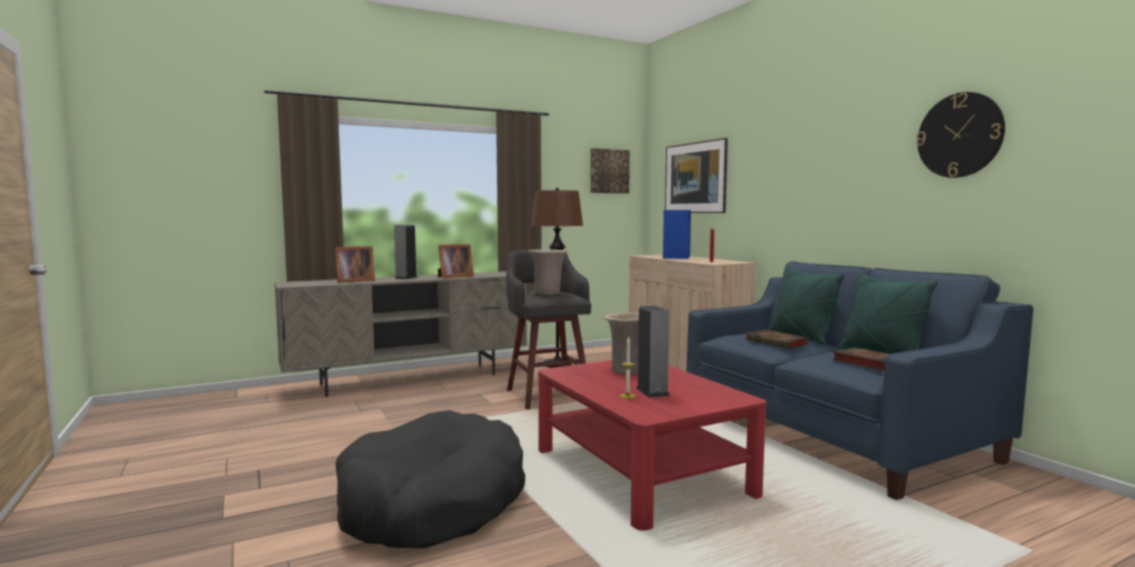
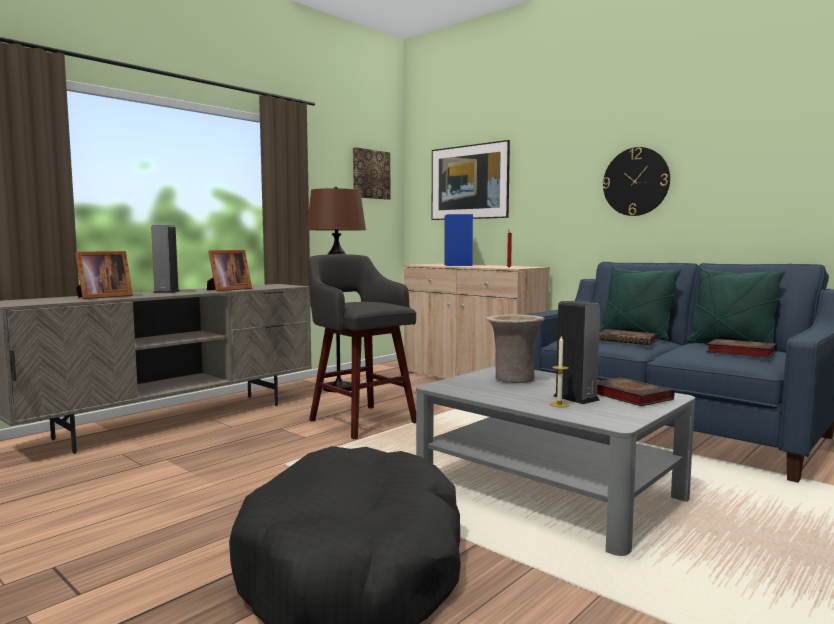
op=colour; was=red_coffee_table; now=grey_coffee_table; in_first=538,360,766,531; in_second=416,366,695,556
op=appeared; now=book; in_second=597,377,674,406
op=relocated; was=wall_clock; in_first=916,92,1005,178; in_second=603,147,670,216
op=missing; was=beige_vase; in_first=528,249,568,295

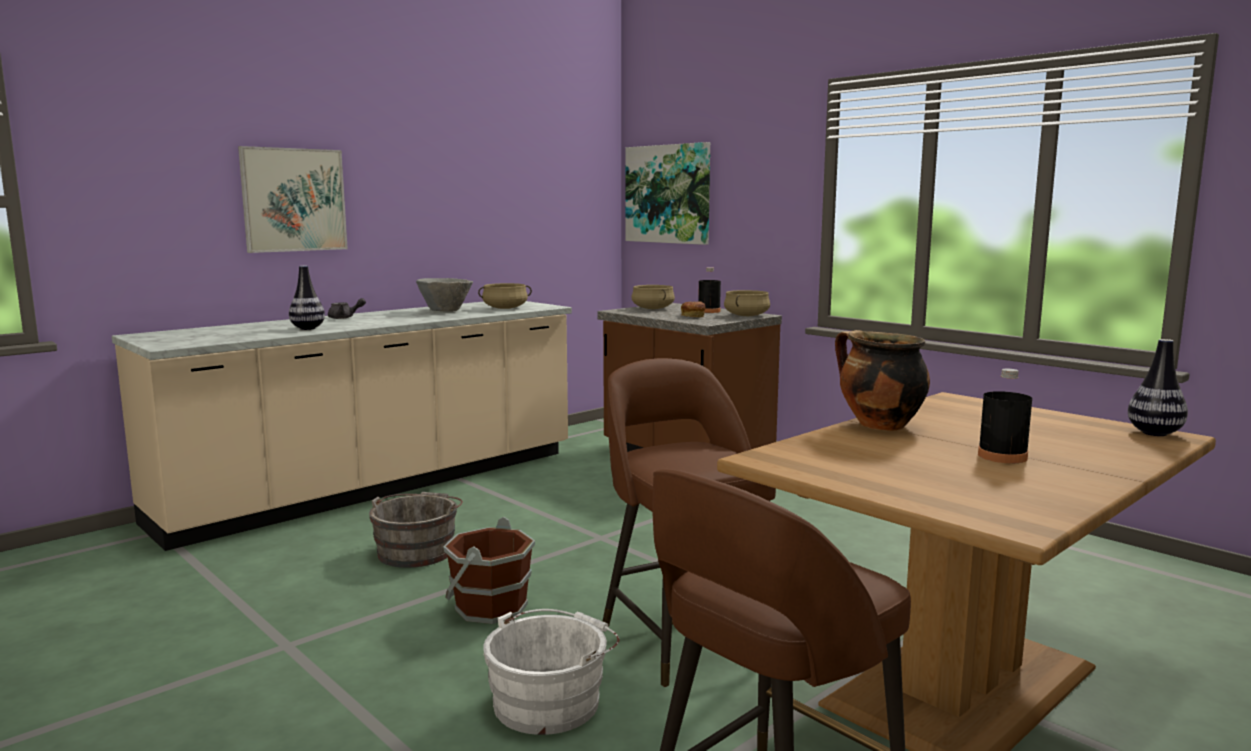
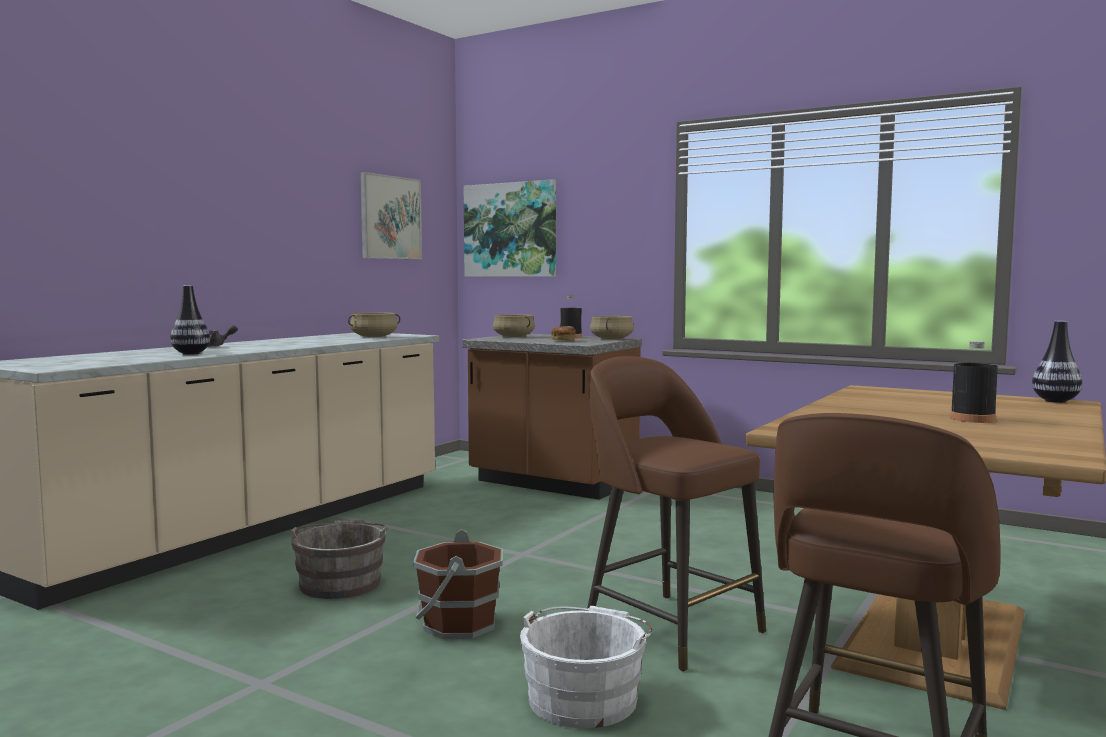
op=relocated; was=picture; in_first=238,146,348,253; in_second=360,172,422,259
op=missing; was=grey_bowl; in_first=416,278,473,312
op=missing; was=cooking_pot; in_first=835,330,930,431

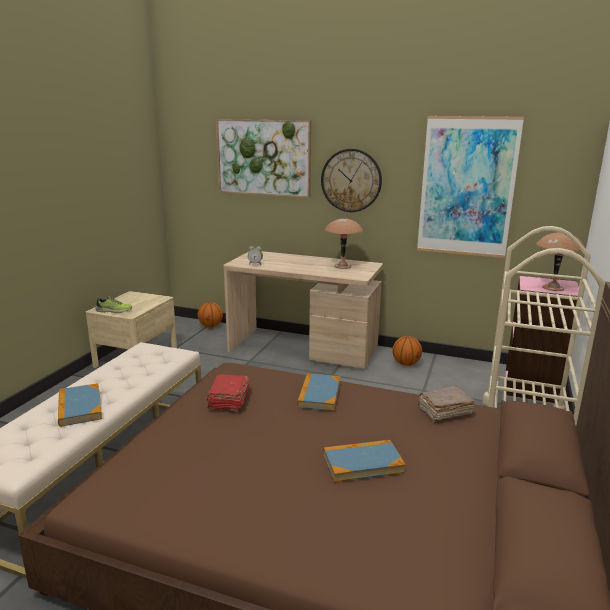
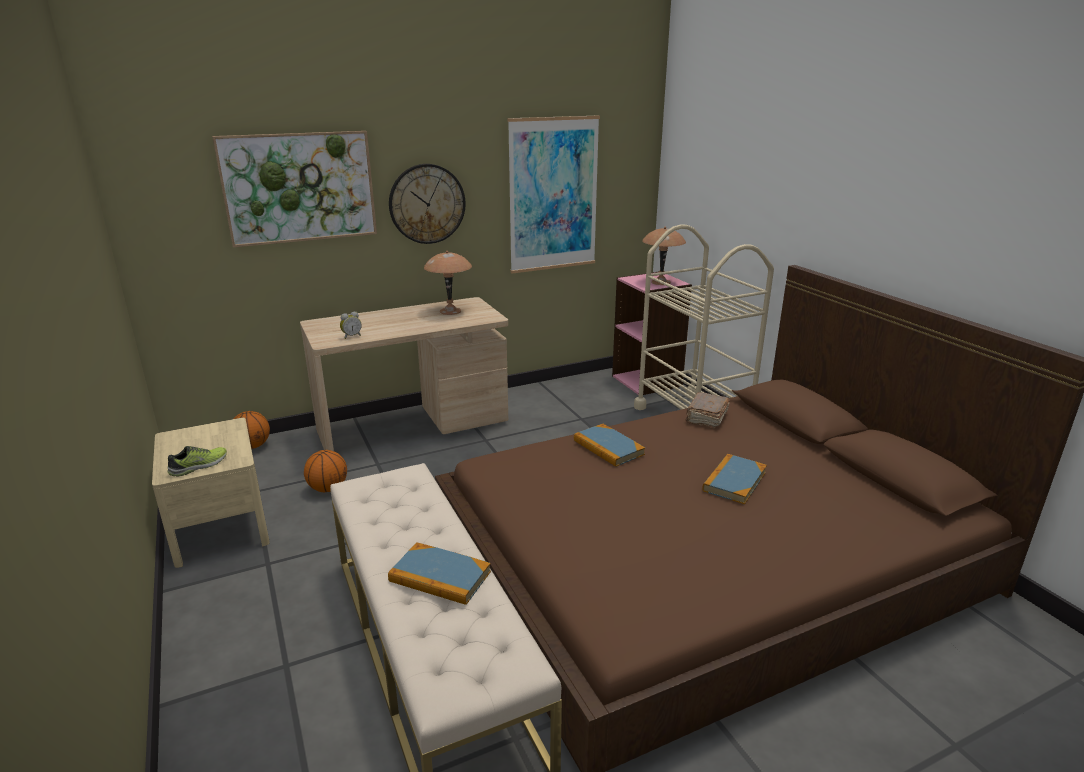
op=relocated; was=basketball; in_first=392,336,422,366; in_second=304,450,347,492
op=missing; was=red_book; in_first=207,374,250,411

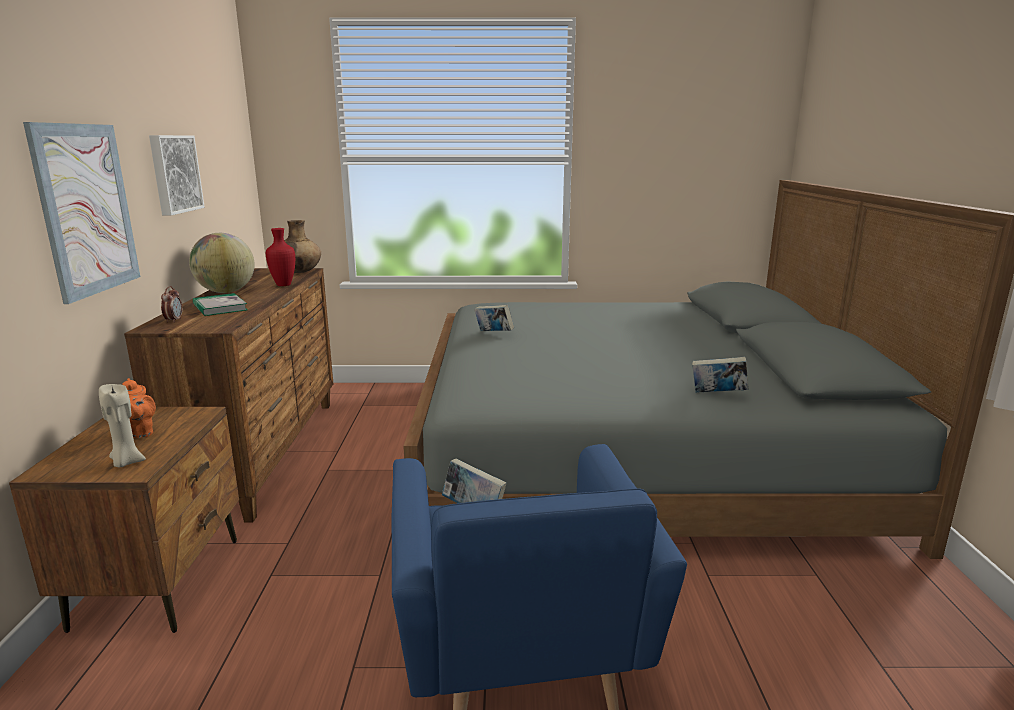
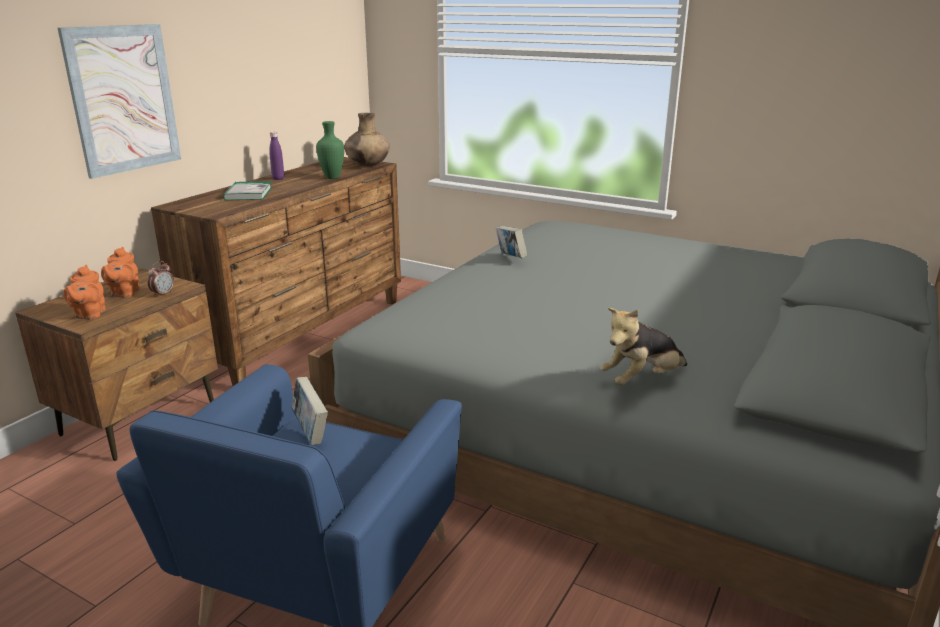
op=exchanged; was=beige_candle; now=orange_teapot; in_first=99,384,146,467; in_second=63,265,106,320
op=relocated; was=alarm_clock; in_first=161,286,182,323; in_second=148,261,174,297
op=exchanged; was=globe; now=purple_bottle; in_first=189,233,255,293; in_second=269,132,284,180
op=colour; was=red_vase; now=green_vase; in_first=266,228,295,286; in_second=316,121,344,179
op=exchanged; was=book; now=plush_toy; in_first=692,357,749,393; in_second=600,308,687,385
op=missing; was=picture; in_first=149,135,205,215

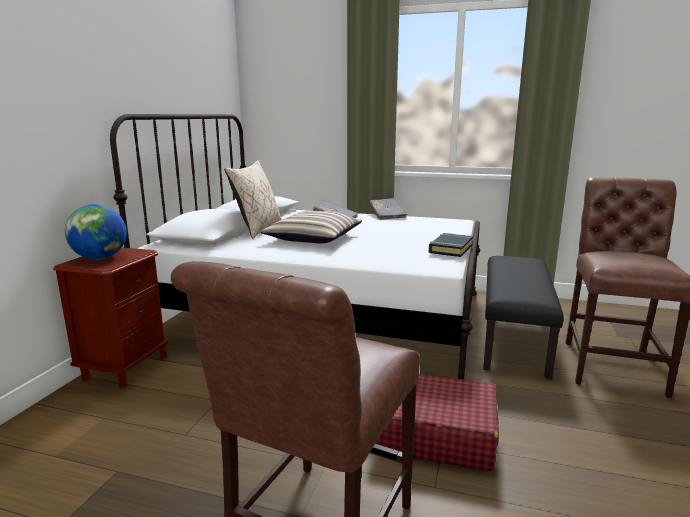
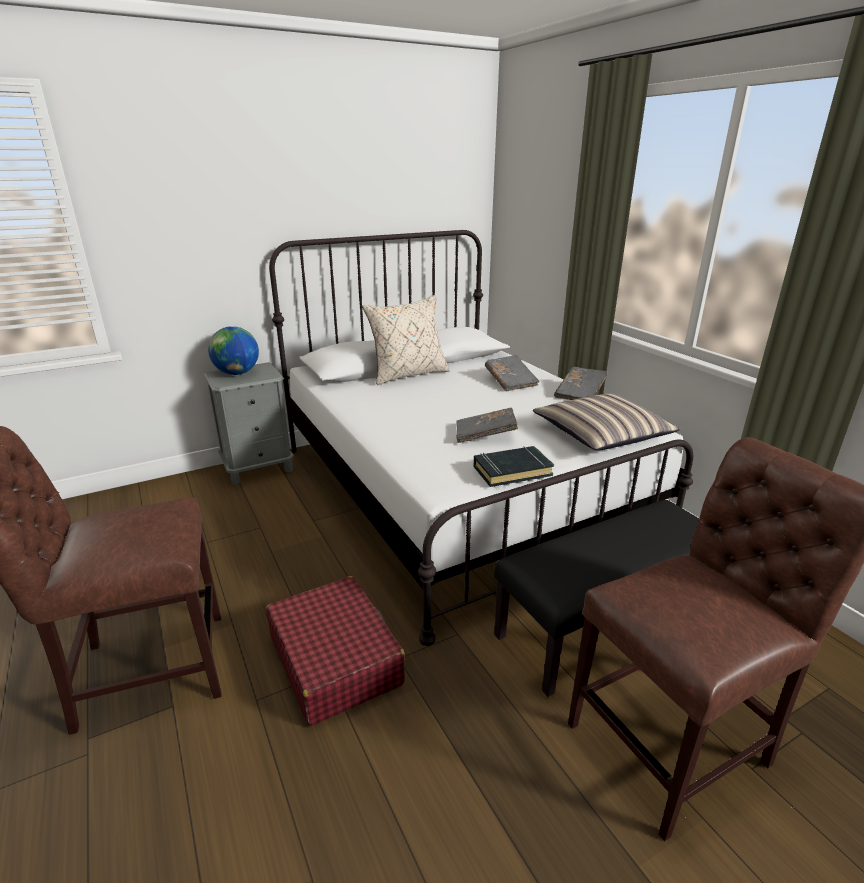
op=colour; was=brown_nightstand; now=grey_nightstand; in_first=53,247,168,388; in_second=204,362,294,485
op=appeared; now=grey_book; in_second=456,408,518,443
op=relocated; was=pillow; in_first=260,211,362,243; in_second=533,393,680,450

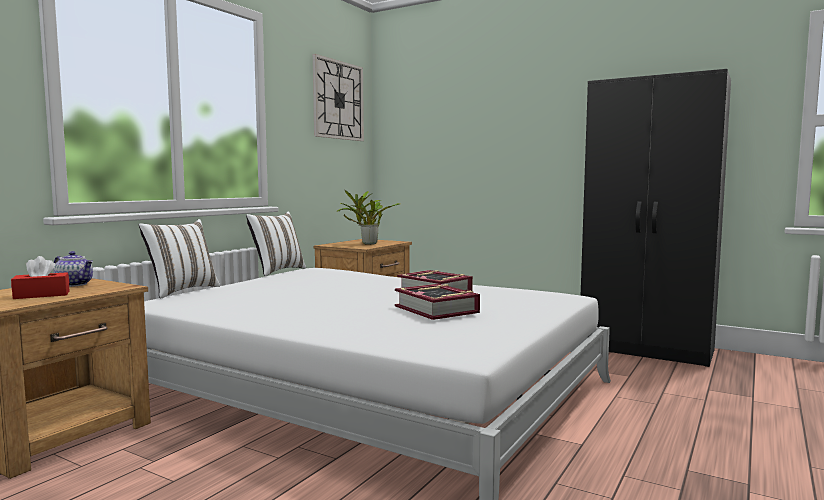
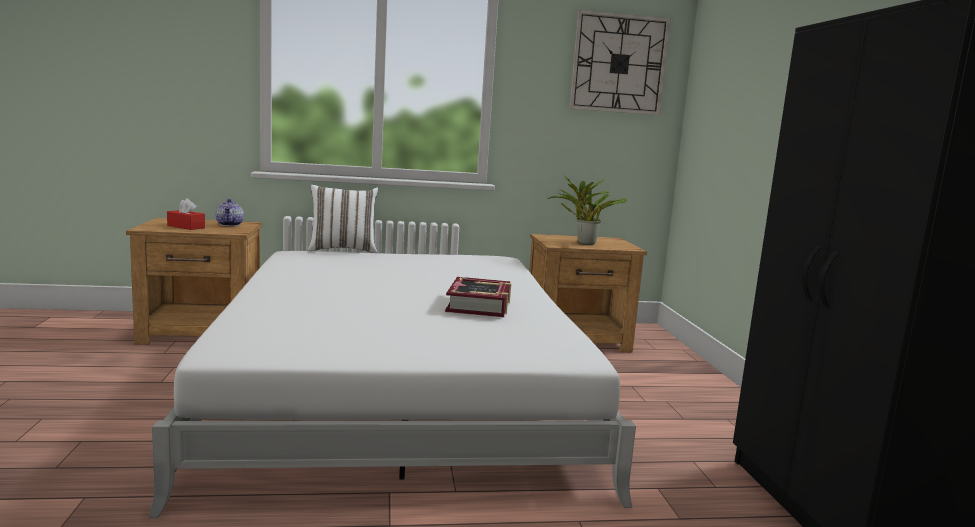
op=missing; was=white_pillow; in_first=246,212,306,276
op=missing; was=book; in_first=395,284,480,320

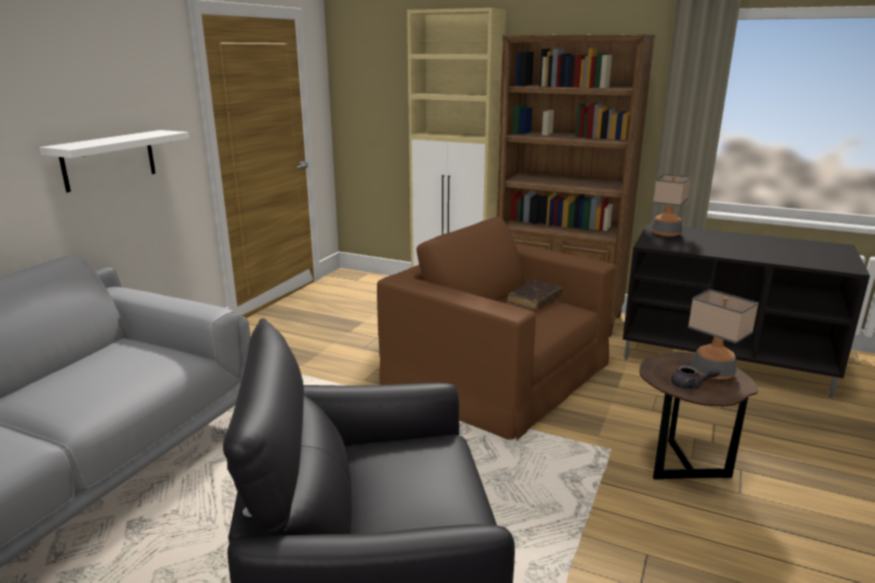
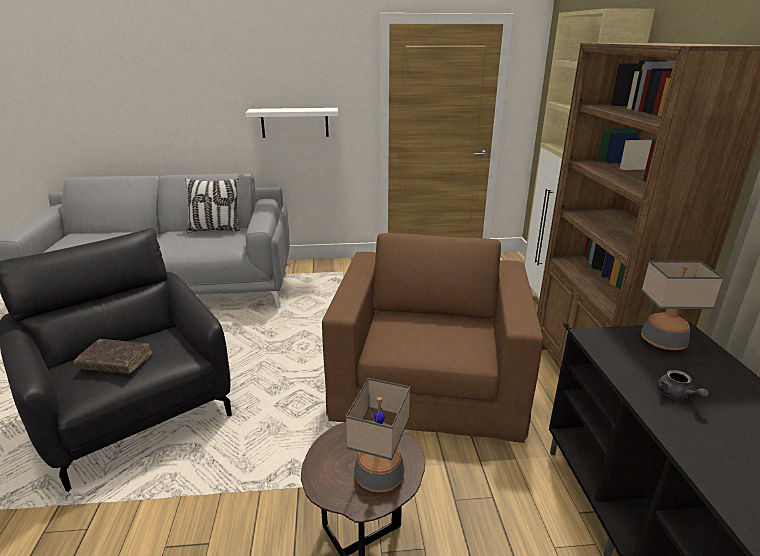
op=relocated; was=brown_book; in_first=508,280,563,310; in_second=74,339,152,374
op=appeared; now=pillow; in_second=185,178,240,233
op=relocated; was=grey_teapot; in_first=671,365,720,390; in_second=657,370,709,401

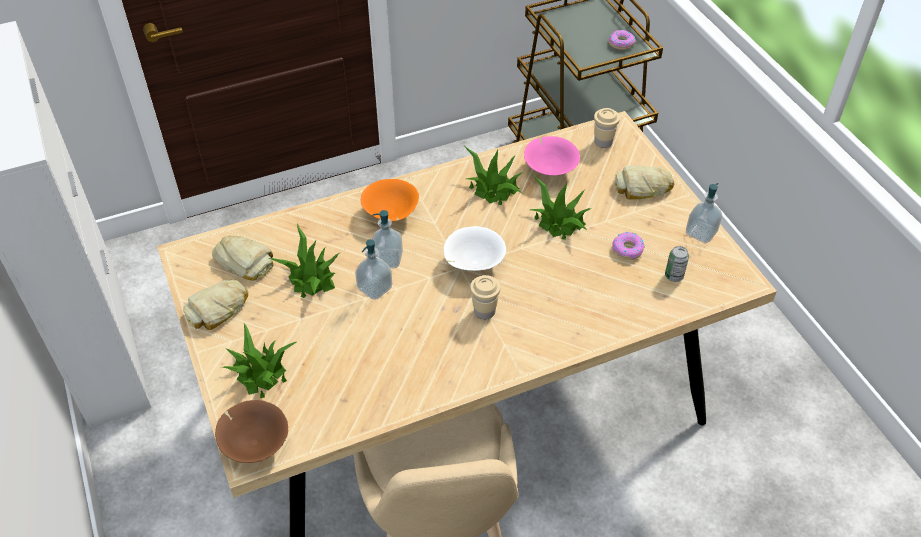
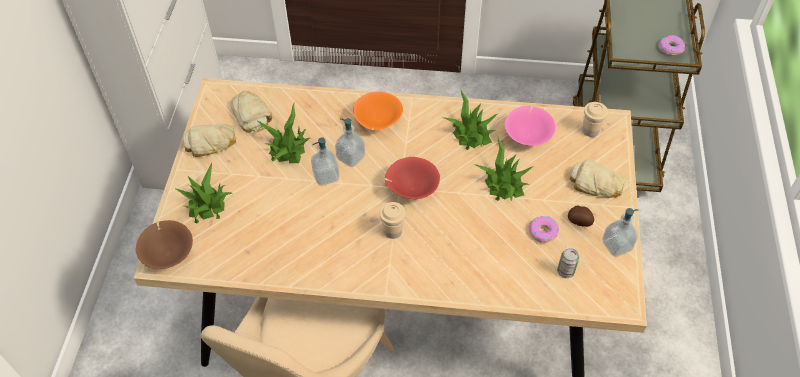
op=colour; was=white_bowl; now=red_bowl; in_first=444,226,506,271; in_second=385,157,440,199
op=appeared; now=potato; in_second=568,205,594,227

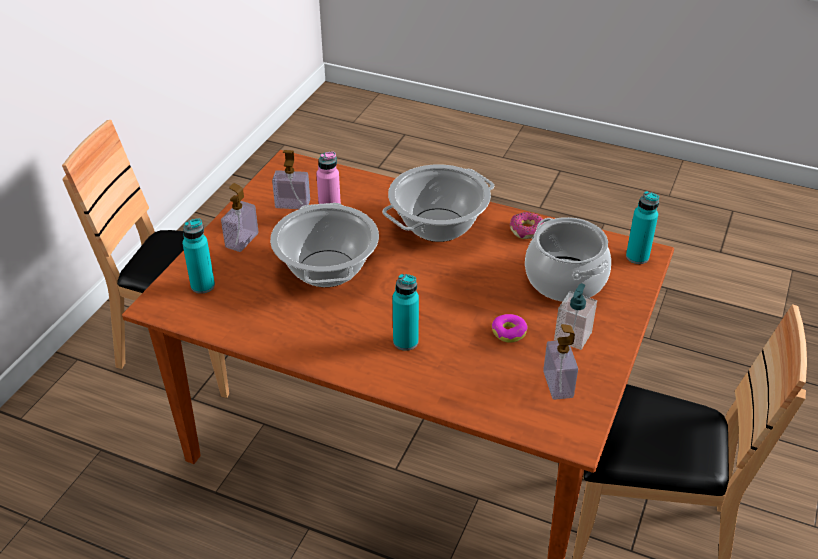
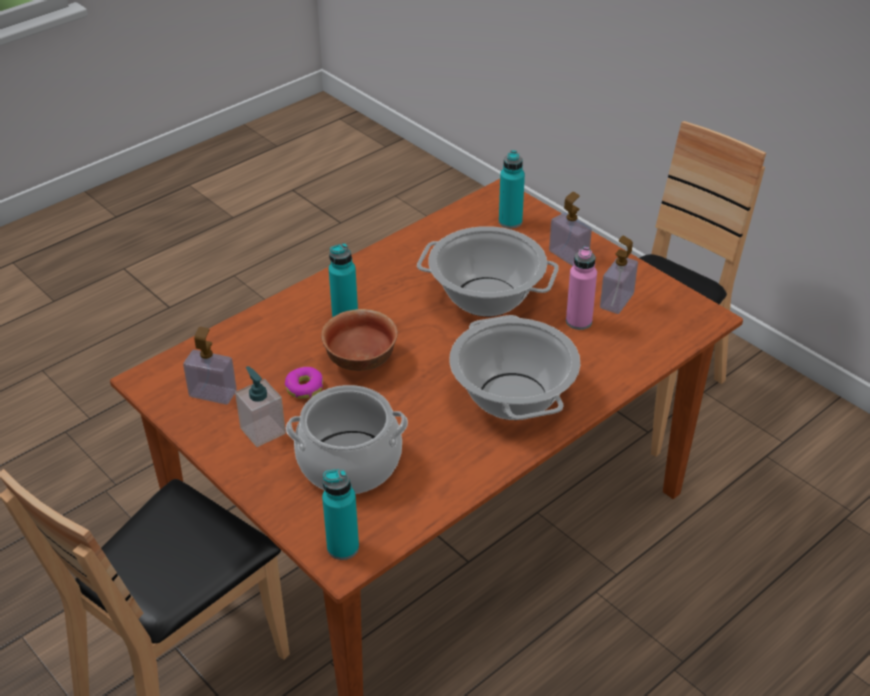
op=appeared; now=bowl; in_second=321,309,398,371
op=missing; was=donut; in_first=509,212,544,239

